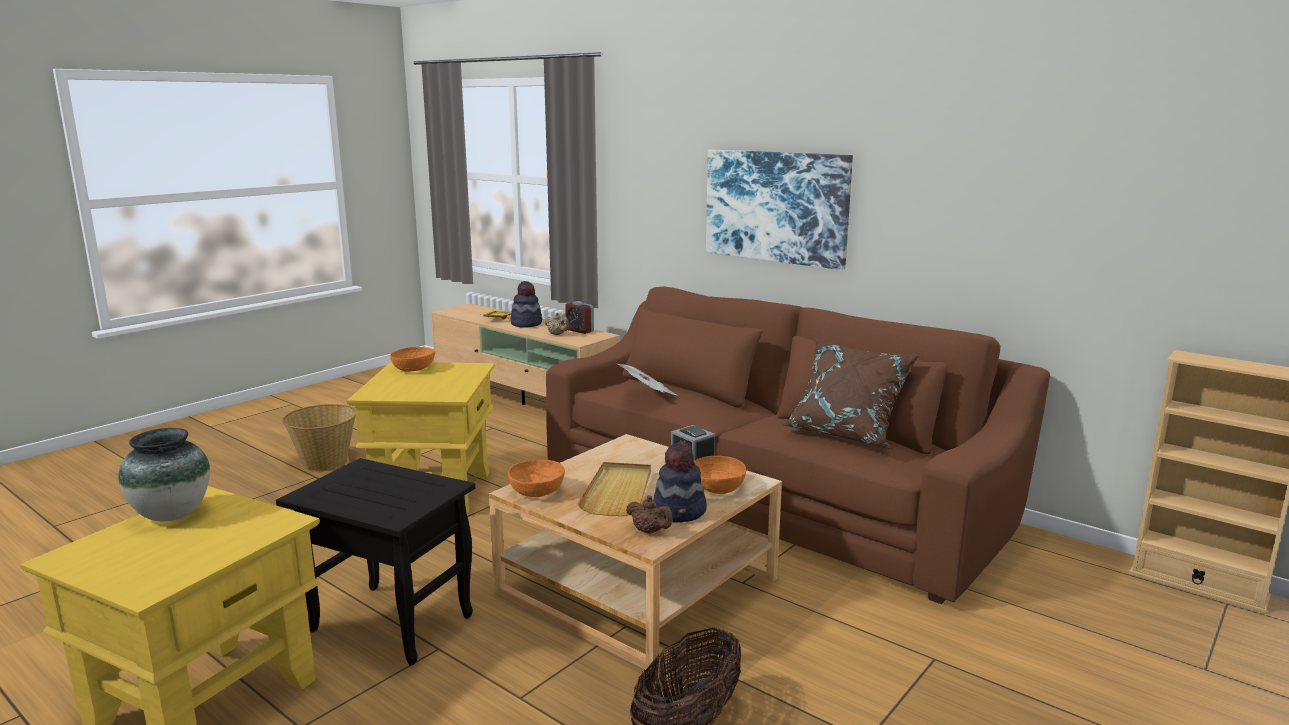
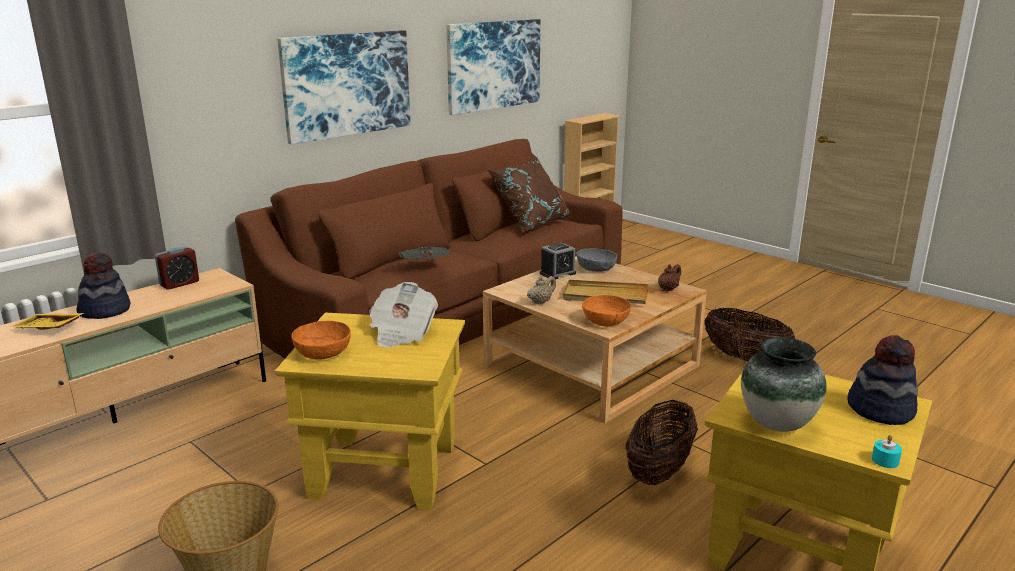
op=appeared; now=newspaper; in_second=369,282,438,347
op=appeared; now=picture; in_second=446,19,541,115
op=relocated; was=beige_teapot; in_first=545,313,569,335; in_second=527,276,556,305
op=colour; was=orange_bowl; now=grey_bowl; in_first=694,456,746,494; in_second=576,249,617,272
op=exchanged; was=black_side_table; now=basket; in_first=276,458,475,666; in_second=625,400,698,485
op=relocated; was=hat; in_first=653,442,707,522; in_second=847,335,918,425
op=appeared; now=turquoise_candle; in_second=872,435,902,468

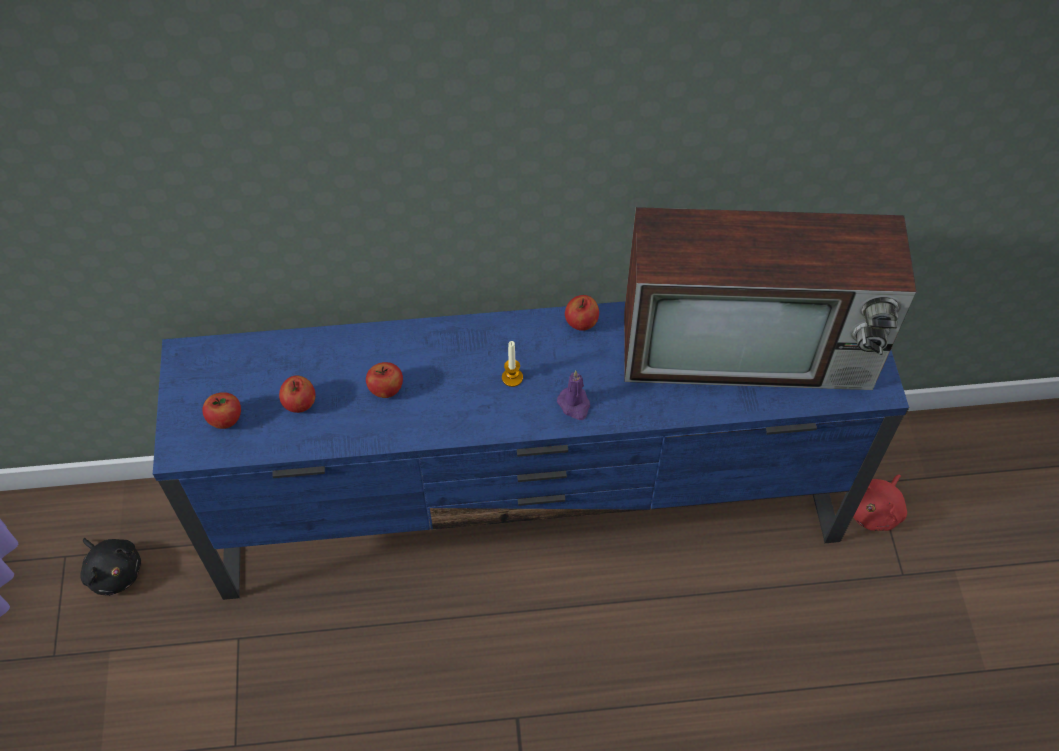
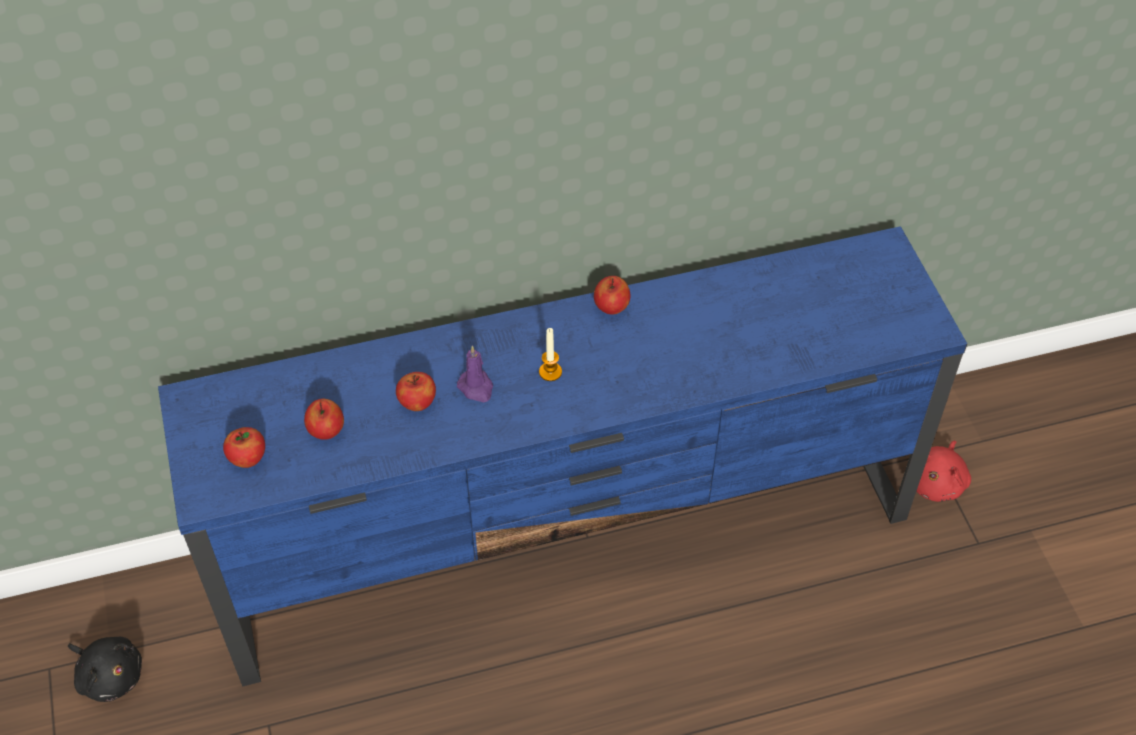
op=relocated; was=purple_candle; in_first=557,370,590,420; in_second=457,346,493,402
op=missing; was=television; in_first=624,207,917,390

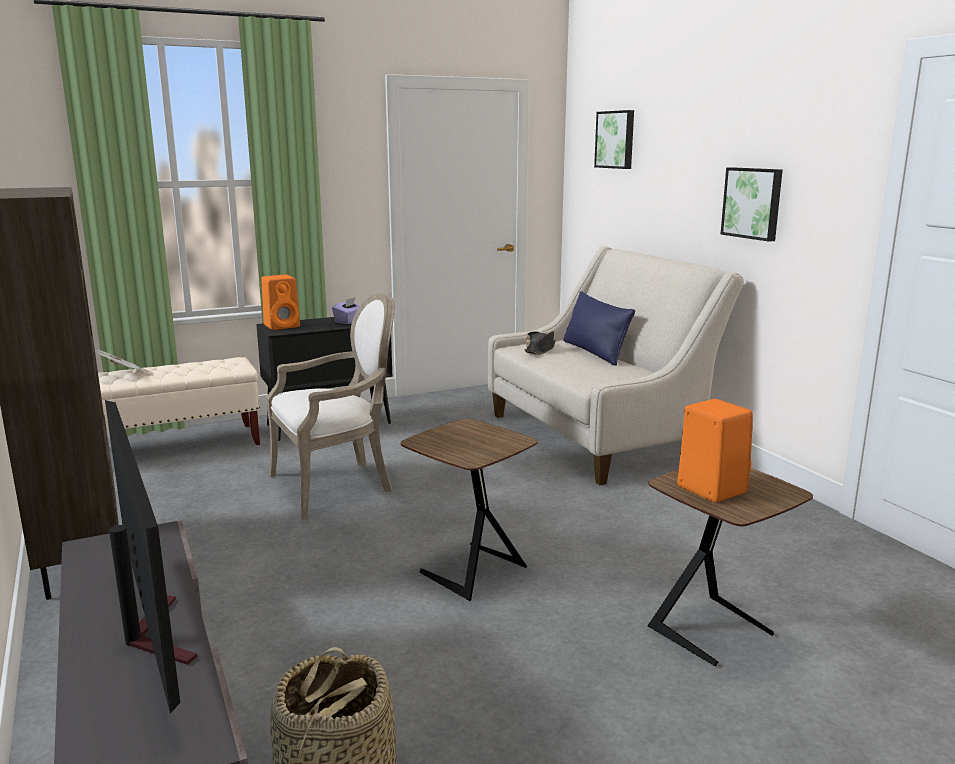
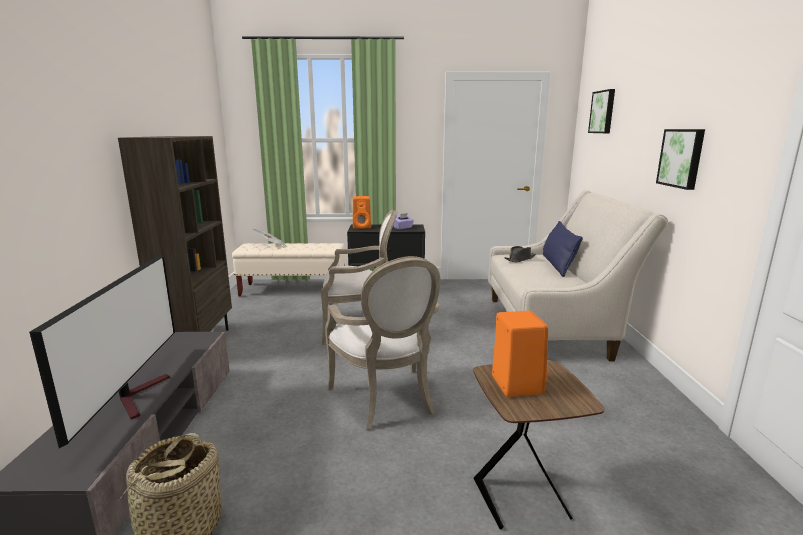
op=exchanged; was=brown_side_table; now=armchair; in_first=401,419,538,601; in_second=325,256,440,430

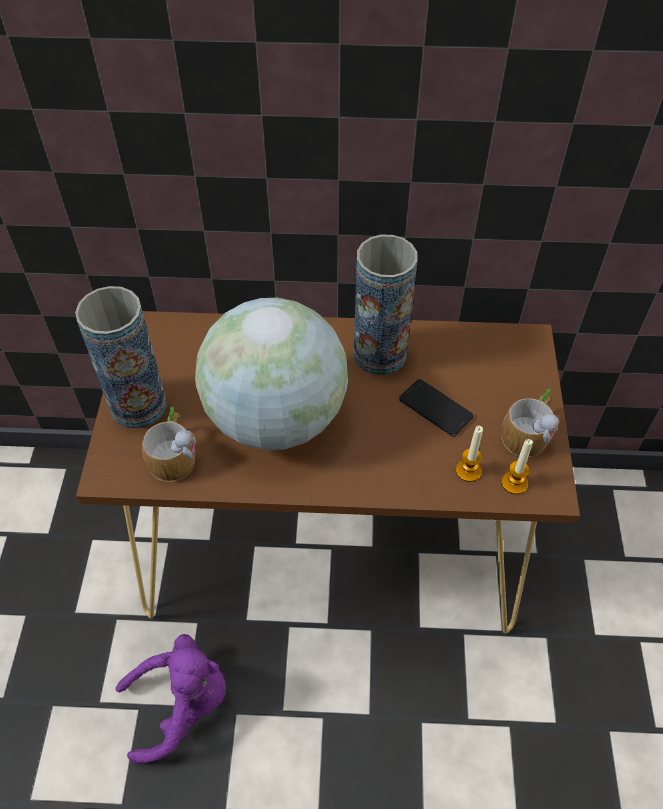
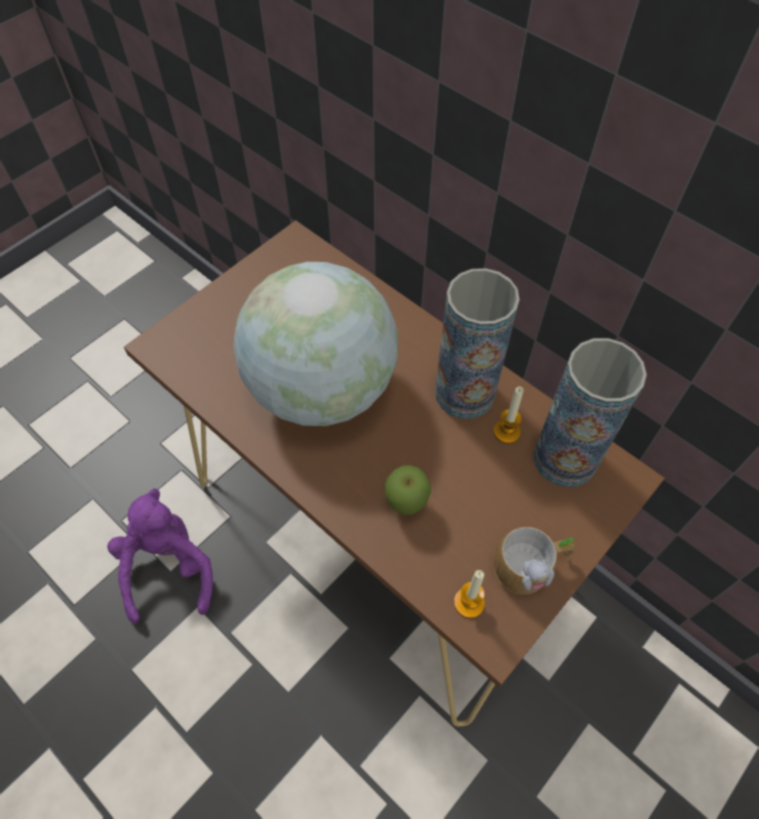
op=spun; was=purple_plush_toy; in_first=115,634,226,764; in_second=107,488,213,624; clockwise=-120
op=appeared; now=apple; in_second=385,465,431,515
op=relocated; was=candle; in_first=456,426,483,482; in_second=493,387,524,444
op=relocated; was=vase; in_first=75,286,167,428; in_second=533,338,647,487
op=missing; was=mug; in_first=142,407,196,482
op=missing; was=phone; in_first=399,379,474,437

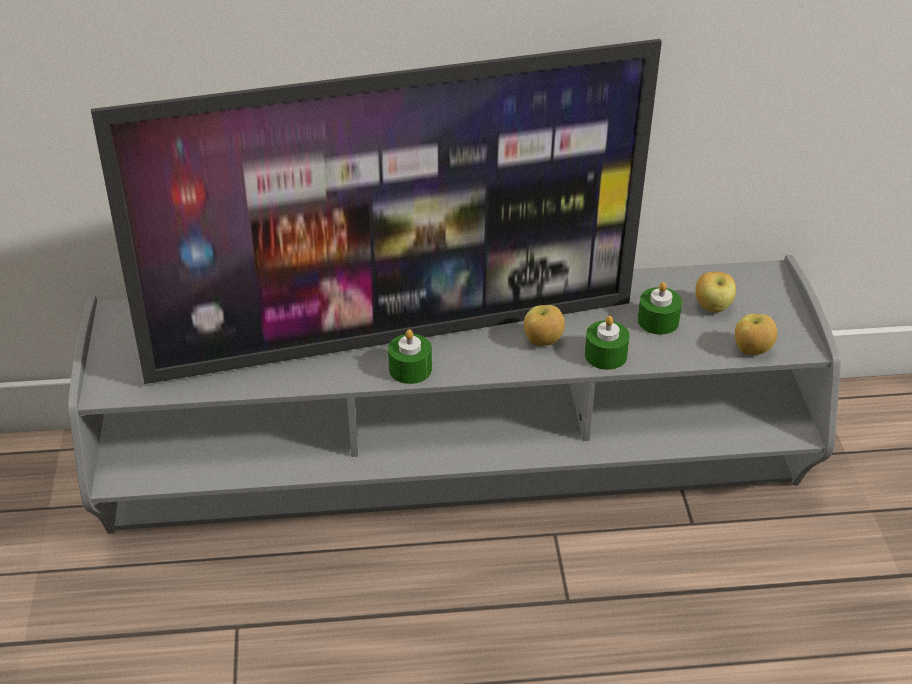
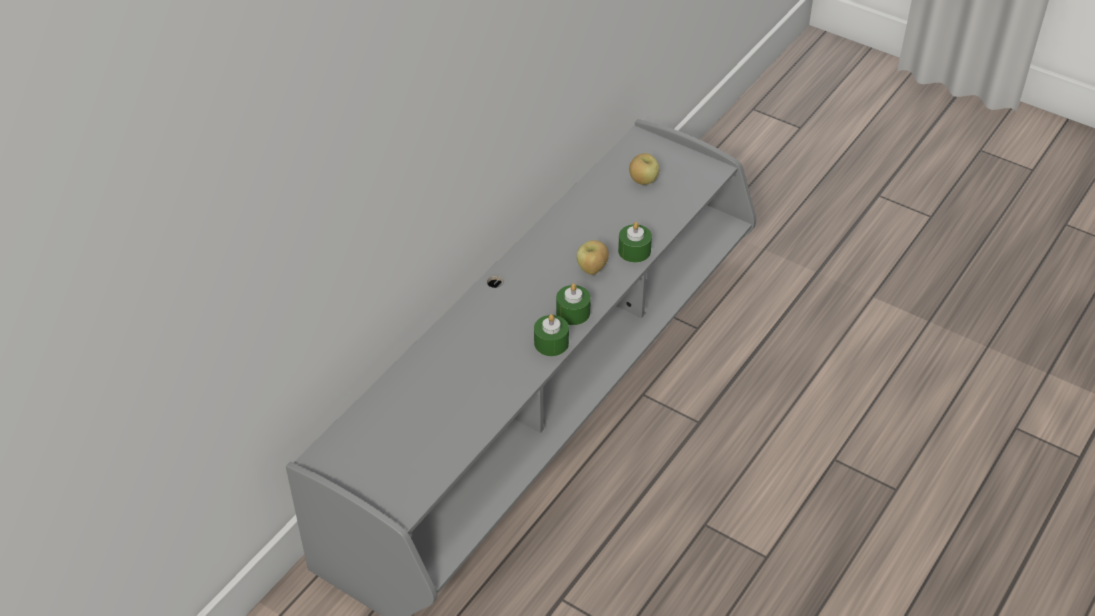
op=relocated; was=green_candle; in_first=638,282,682,335; in_second=556,283,591,325
op=missing; was=television; in_first=91,39,662,384
op=missing; was=apple; in_first=735,314,777,355

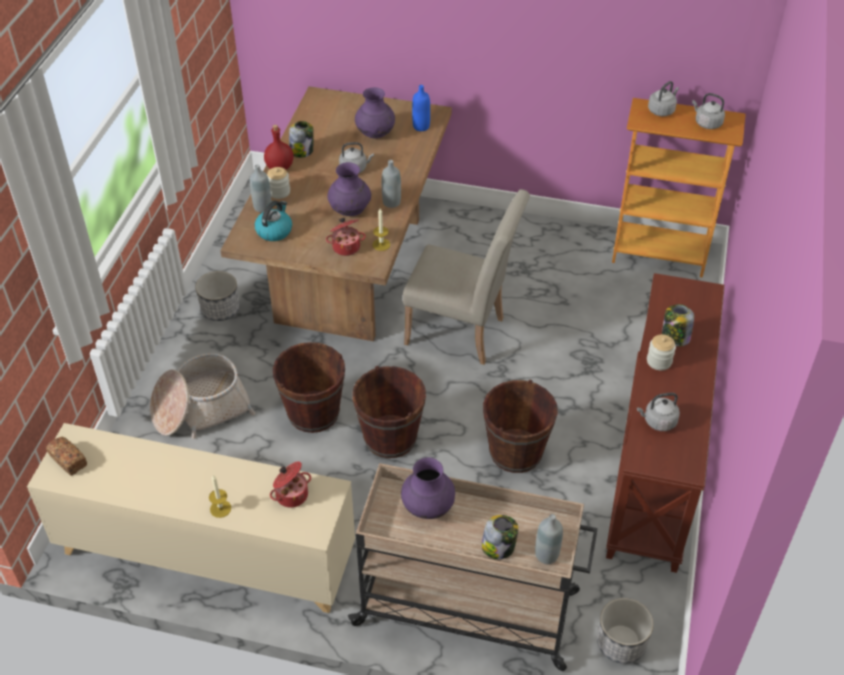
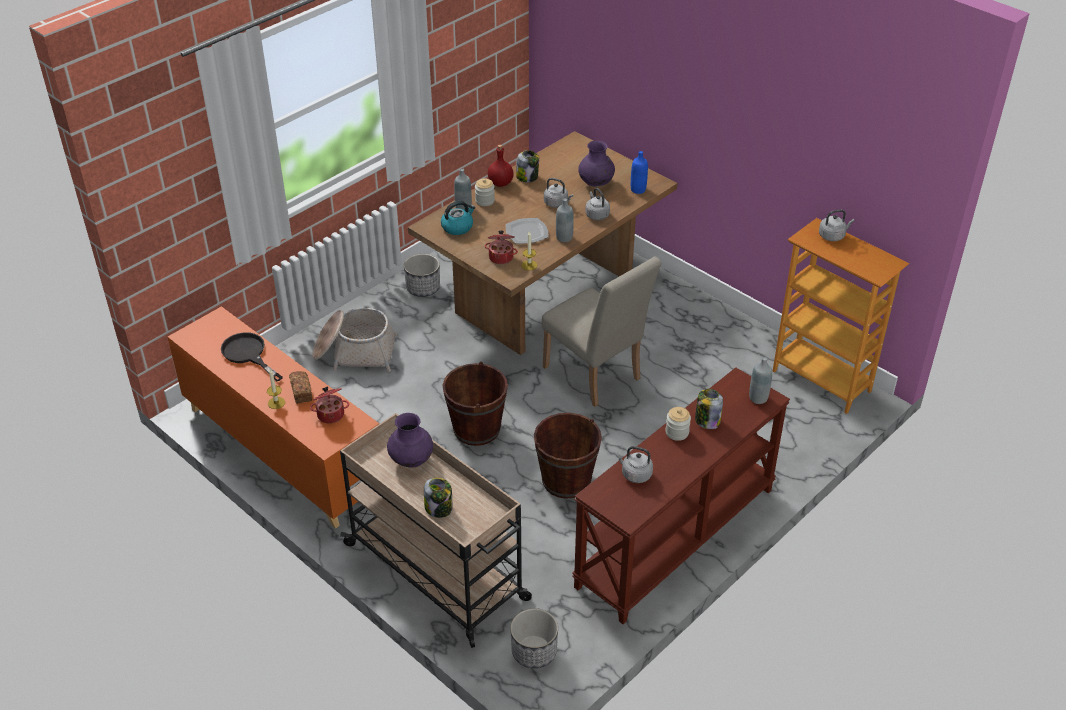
op=colour; was=beige_cabinet; now=orange_cabinet; in_first=27,423,355,613; in_second=168,306,379,529
op=appeared; now=black_frying_pan; in_second=221,332,283,382
op=relocated; was=bread; in_first=46,437,87,476; in_second=289,371,312,404
op=exchanged; was=purple_vase; now=plate; in_first=328,162,371,216; in_second=506,218,548,244
op=relocated; was=grey_kettle; in_first=692,93,725,129; in_second=585,188,610,220
op=relocated; was=grey_bottle; in_first=535,514,563,564; in_second=749,357,772,404
op=missing; was=brown_bucket; in_first=273,342,345,433

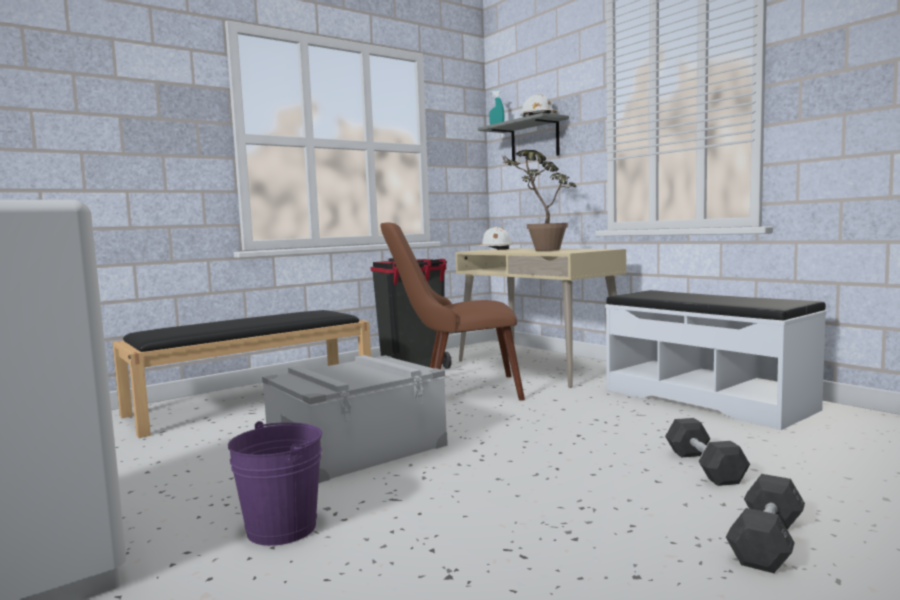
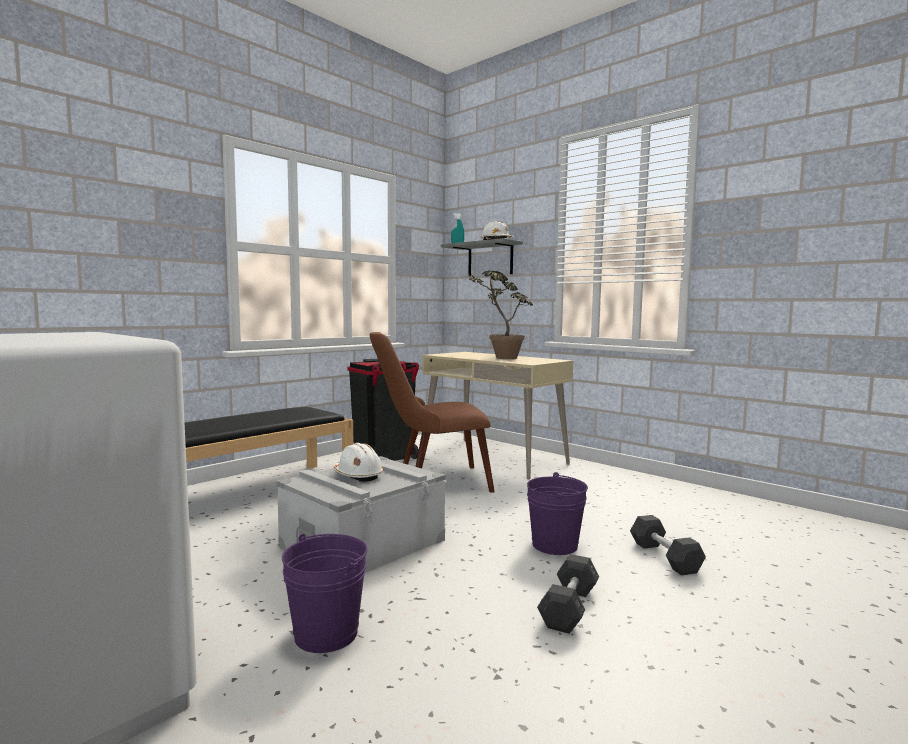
op=relocated; was=white_hard_hat; in_first=478,227,513,250; in_second=333,443,384,482
op=appeared; now=purple_bucket; in_second=527,472,588,555
op=relocated; was=grey_dumbbell; in_first=726,474,805,573; in_second=537,554,599,634
op=missing; was=white_bench; in_first=605,290,826,430

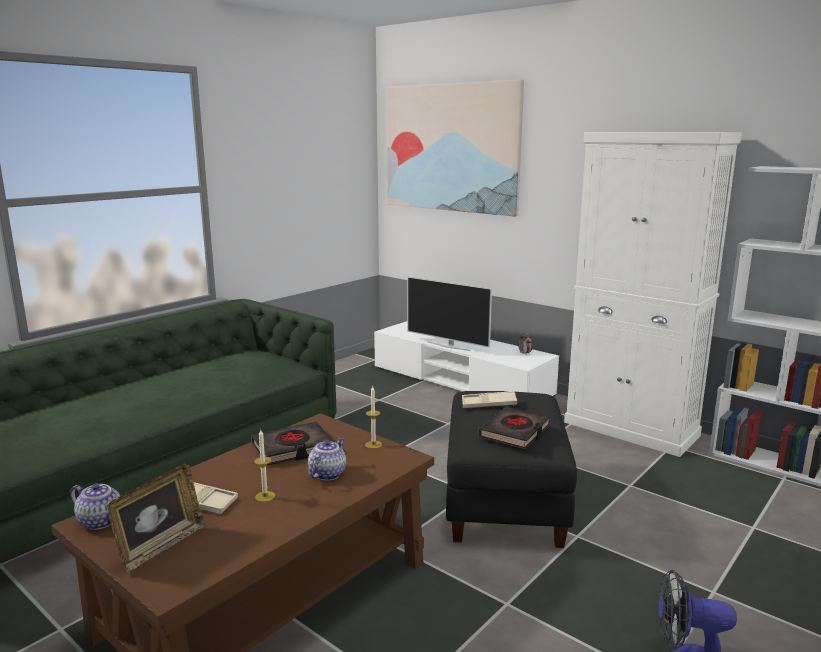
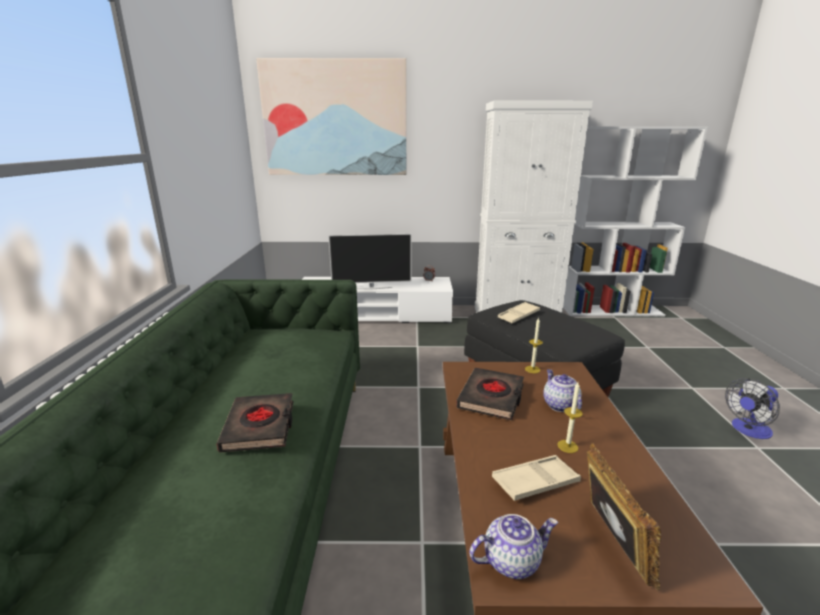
op=relocated; was=black_book; in_first=478,407,550,449; in_second=217,393,294,452

